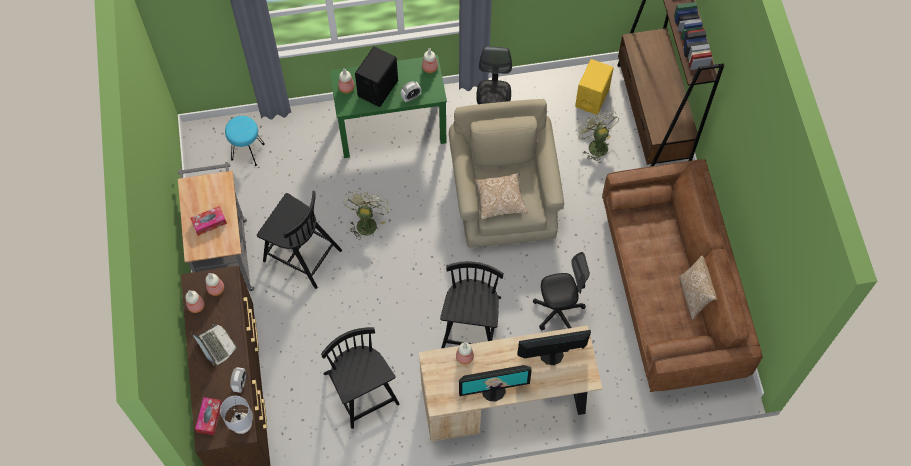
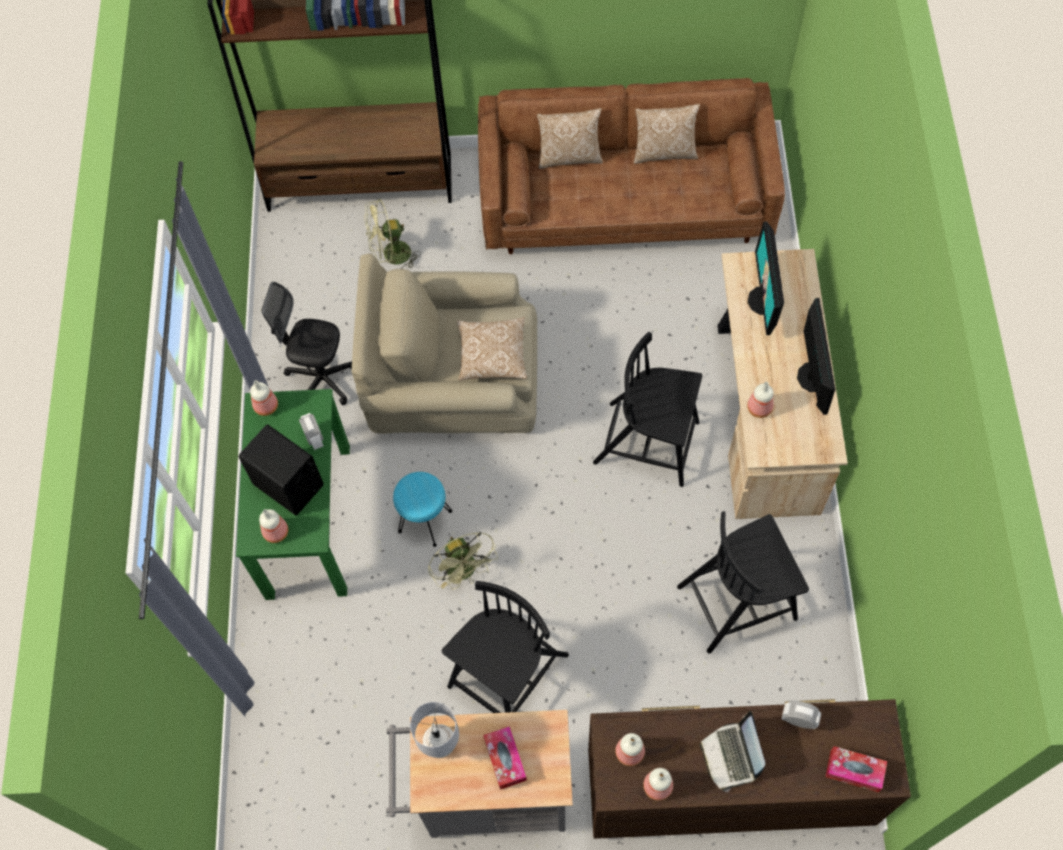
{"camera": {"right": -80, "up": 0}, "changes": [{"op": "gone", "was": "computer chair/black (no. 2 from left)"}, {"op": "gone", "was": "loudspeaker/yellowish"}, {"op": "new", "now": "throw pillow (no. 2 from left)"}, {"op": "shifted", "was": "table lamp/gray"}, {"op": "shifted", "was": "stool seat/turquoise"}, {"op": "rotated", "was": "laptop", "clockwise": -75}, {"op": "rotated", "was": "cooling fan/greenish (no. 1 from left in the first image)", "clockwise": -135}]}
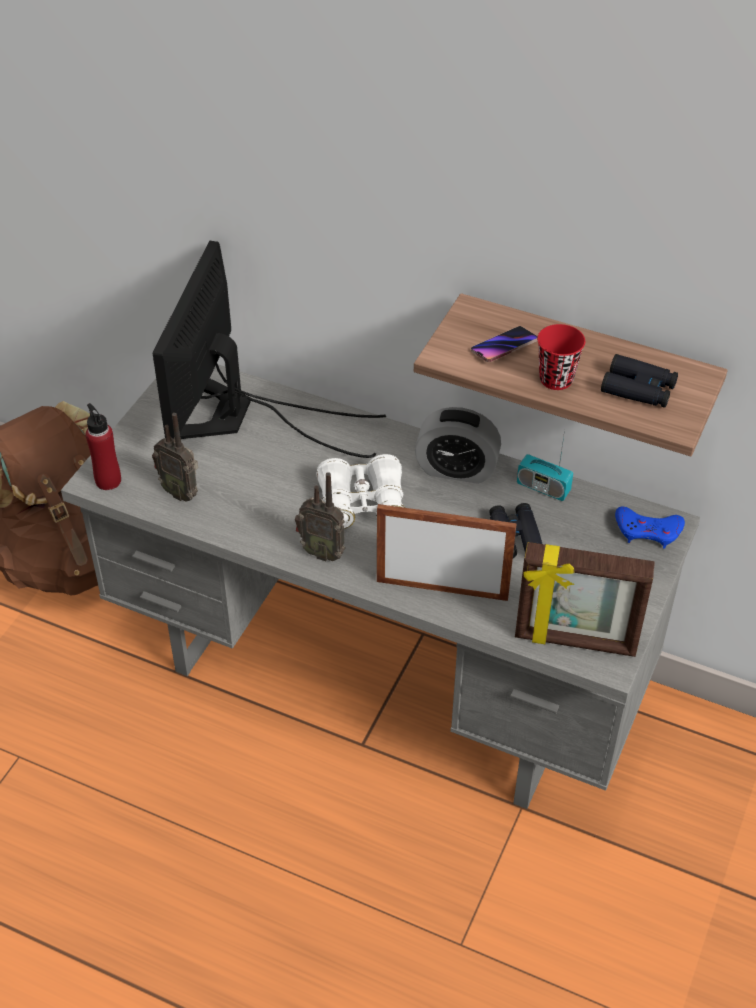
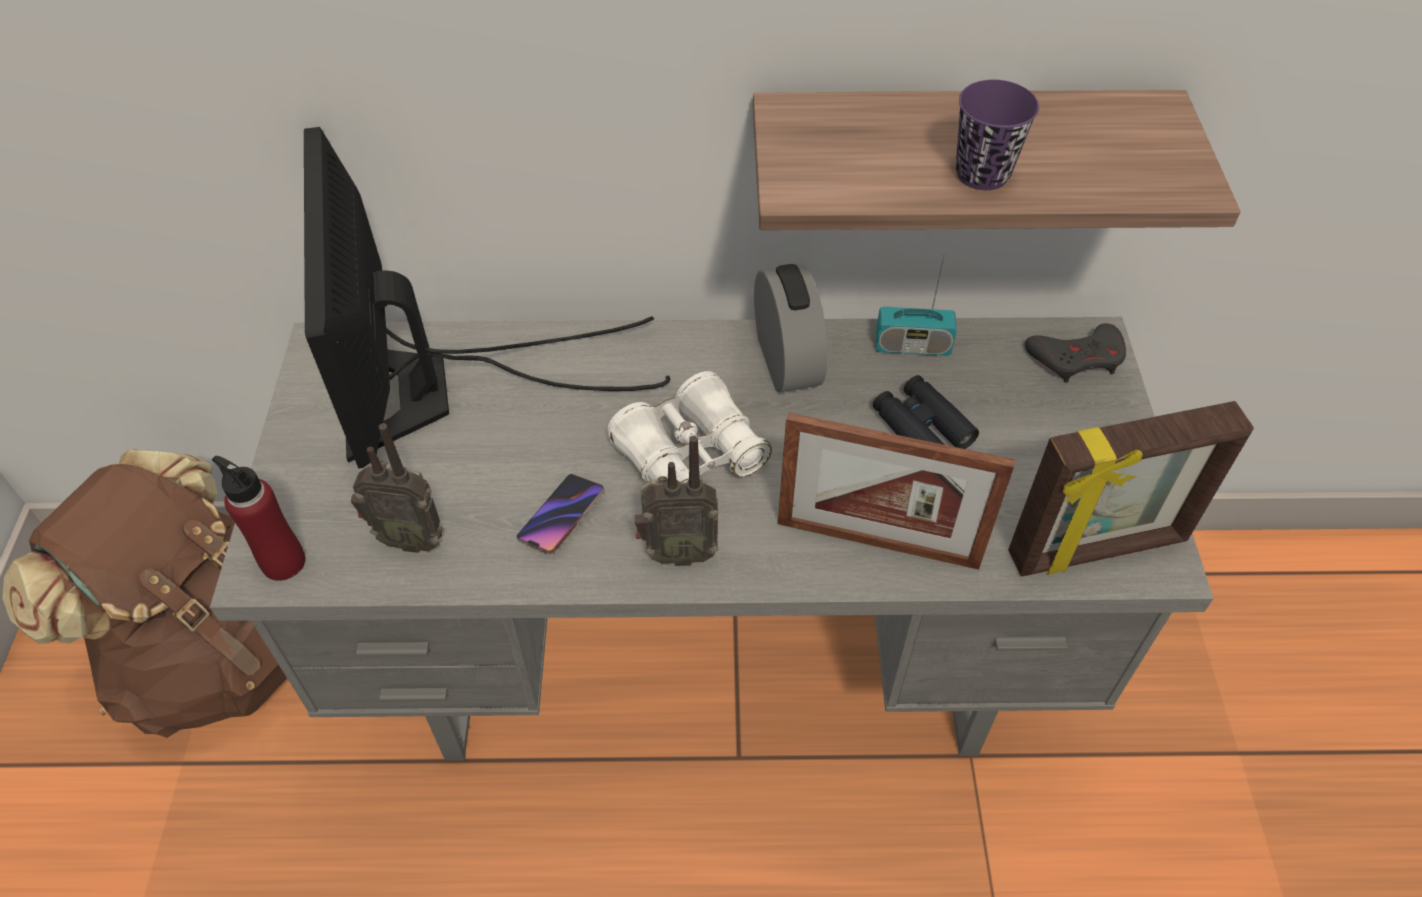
{"camera": {"right": -25, "up": 5}, "changes": [{"op": "gone", "was": "pair of binoculars/black (no. 2 from left)"}, {"op": "shifted", "was": "phone"}, {"op": "repainted", "was": "cup/red-coloured", "now": "cup/purple-coloured"}, {"op": "repainted", "was": "gamepad/blue", "now": "gamepad/gray"}, {"op": "rotated", "was": "standing frame (no. 1 from left)", "clockwise": -150}, {"op": "rotated", "was": "table clock", "clockwise": -90}]}
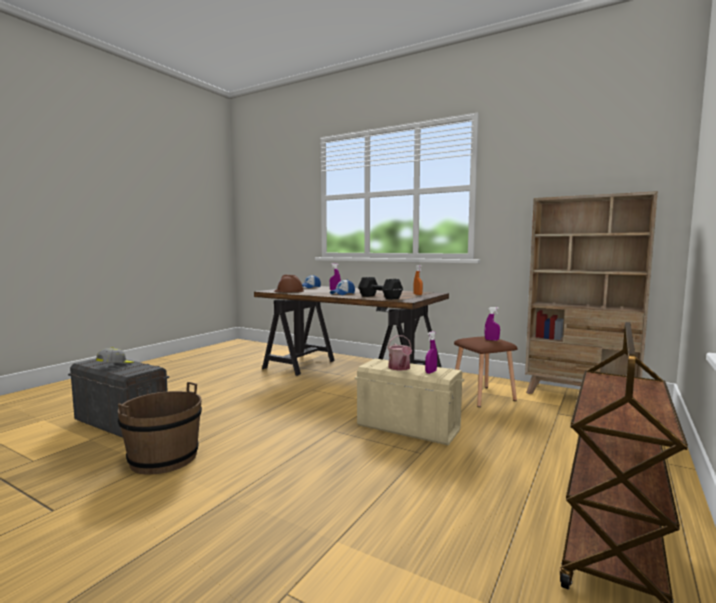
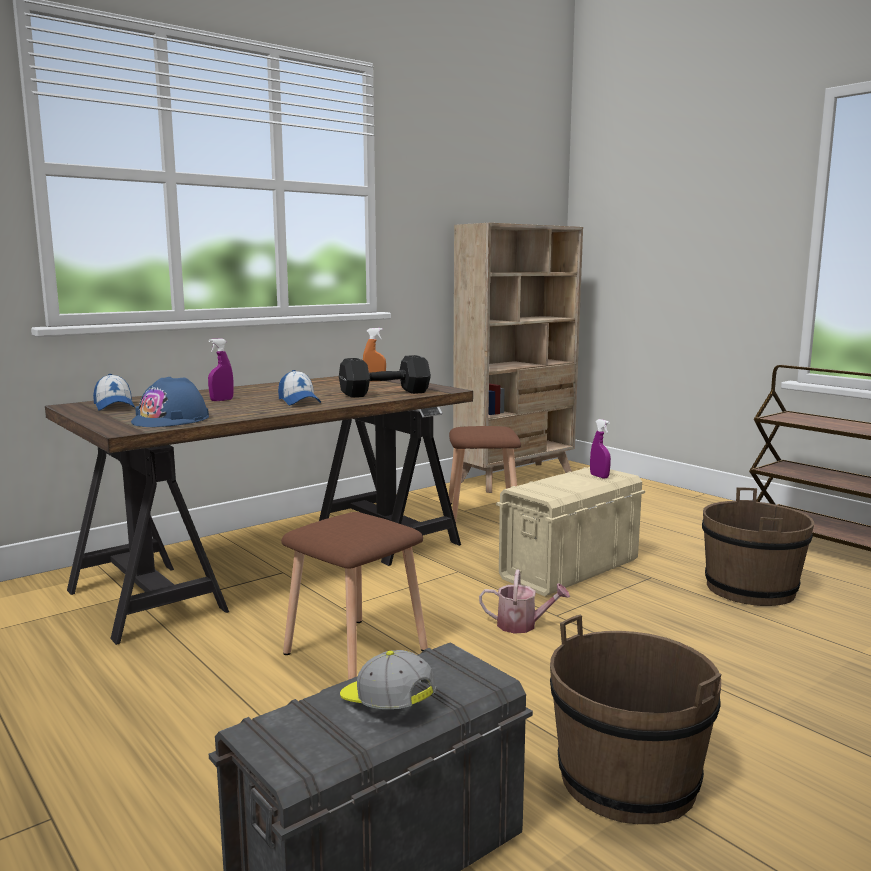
{"camera": {"right": -70, "up": 5}, "changes": [{"op": "gone", "was": "sprayer/purple-coloured (no. 3 from left)"}, {"op": "new", "now": "stool seat/brown-coloured (no. 1 from left)"}, {"op": "new", "now": "pail/brown-coloured (no. 2 from left)"}, {"op": "shifted", "was": "watering pot"}, {"op": "repainted", "was": "work helmet/brown-coloured", "now": "work helmet/blue"}]}
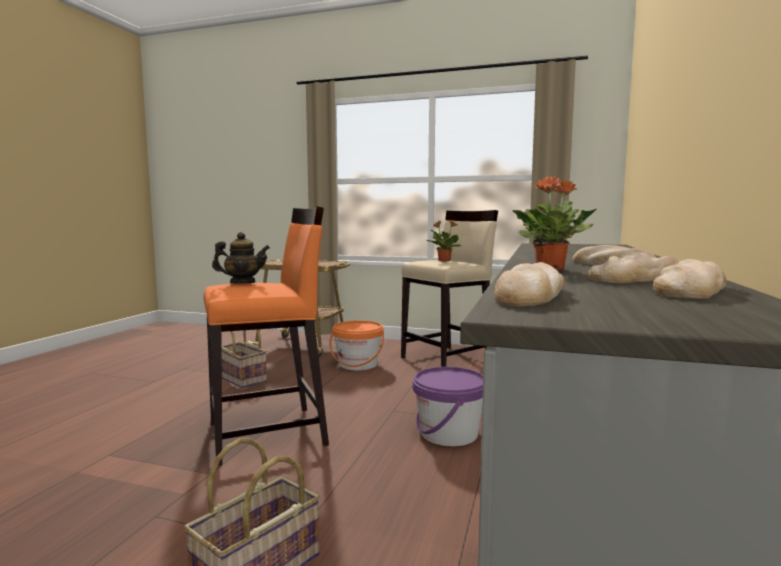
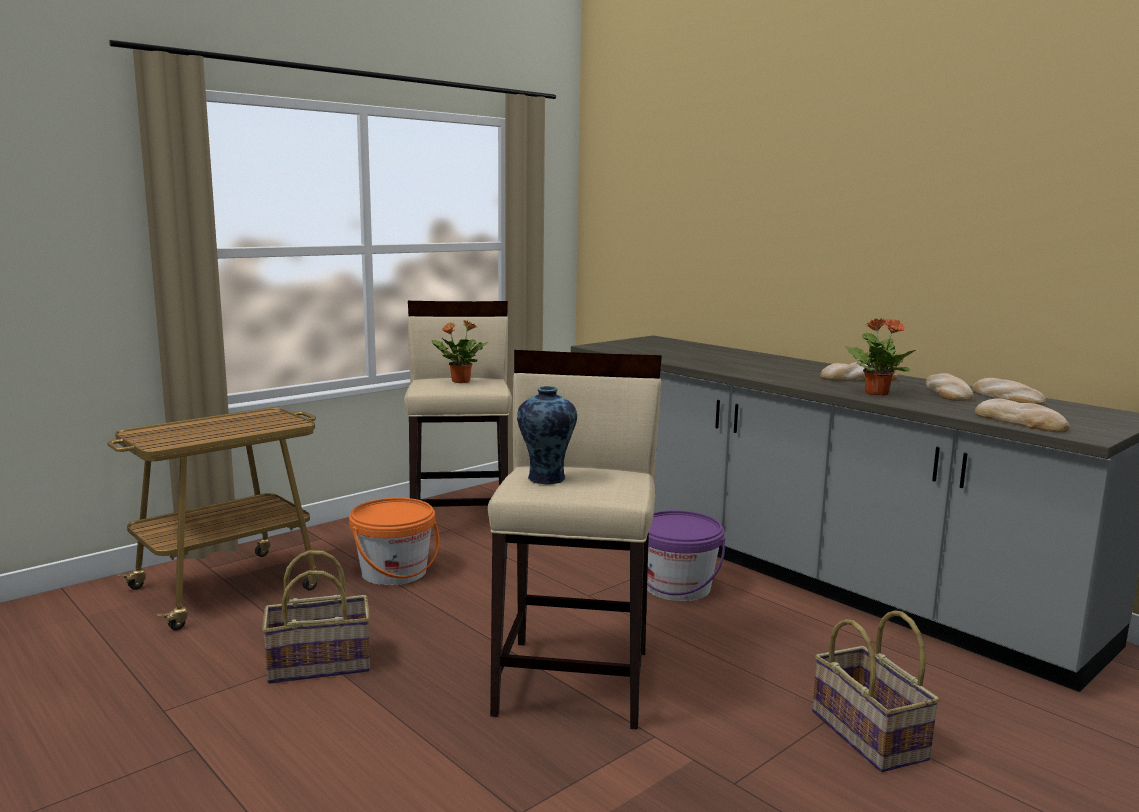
{"camera": {"right": -60, "up": 5}, "changes": [{"op": "swapped", "was": "pot for tea", "now": "vase"}, {"op": "repainted", "was": "stool seat/orange", "now": "stool seat/beige (no. 2 from left)"}]}
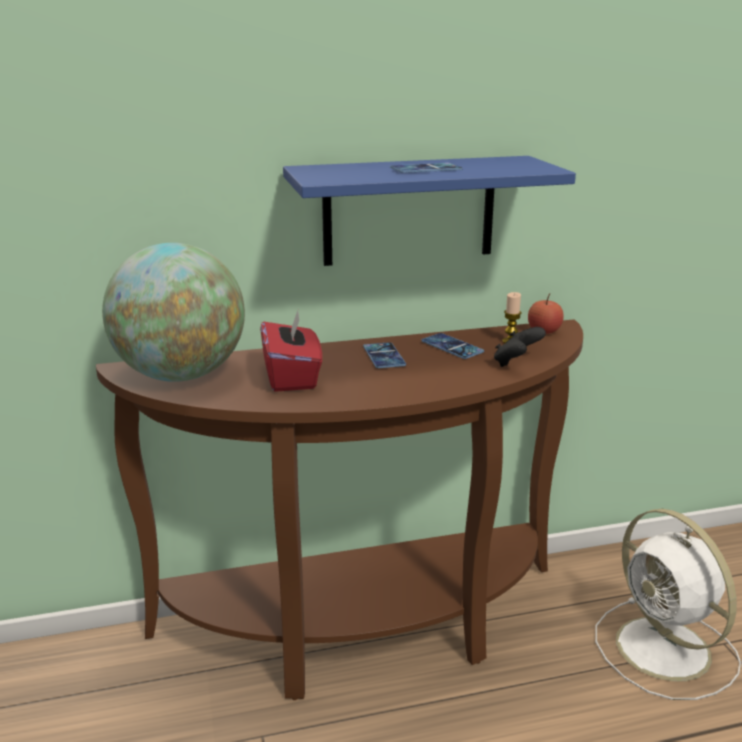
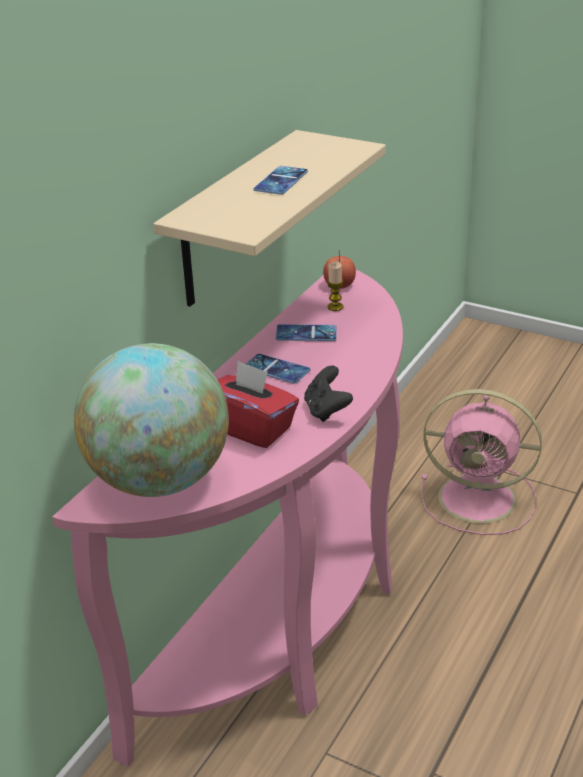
{"camera": {"right": -45, "up": 10}, "changes": [{"op": "shifted", "was": "gamepad/black"}, {"op": "repainted", "was": "narrow table/brown-coloured", "now": "narrow table/pink-coloured"}, {"op": "repainted", "was": "wall shelf/blue", "now": "wall shelf/beige"}, {"op": "repainted", "was": "cooling fan/whitish", "now": "cooling fan/pink-coloured"}]}
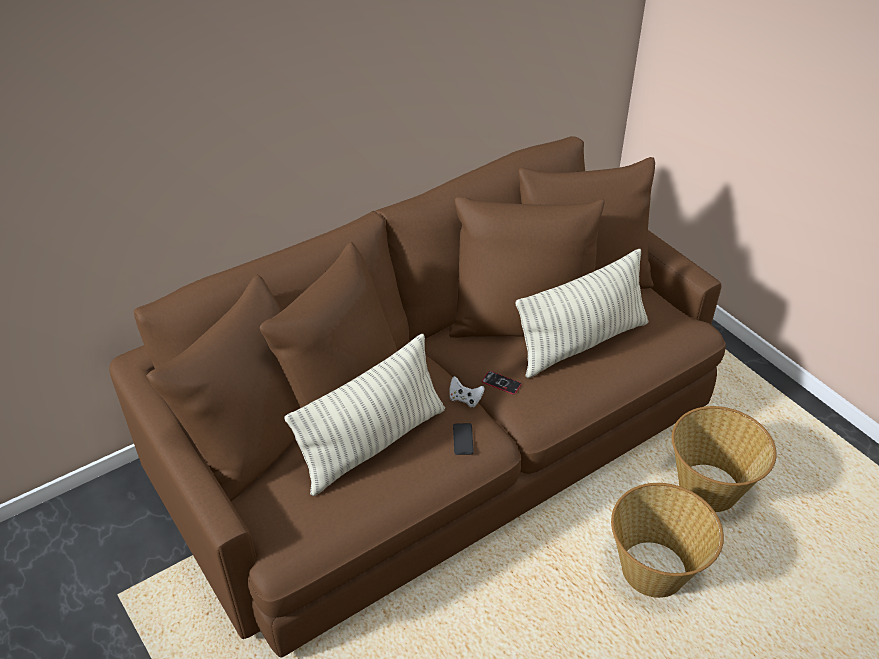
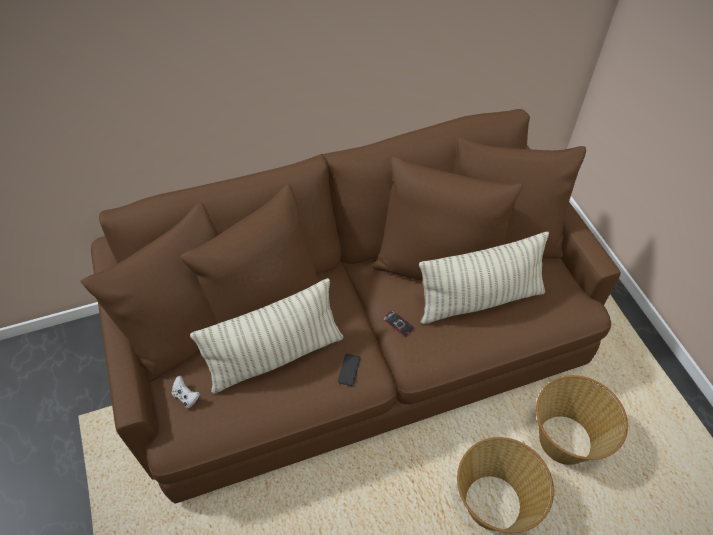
{"camera": {"right": 15, "up": 10}, "changes": [{"op": "shifted", "was": "gamepad/whitish"}]}
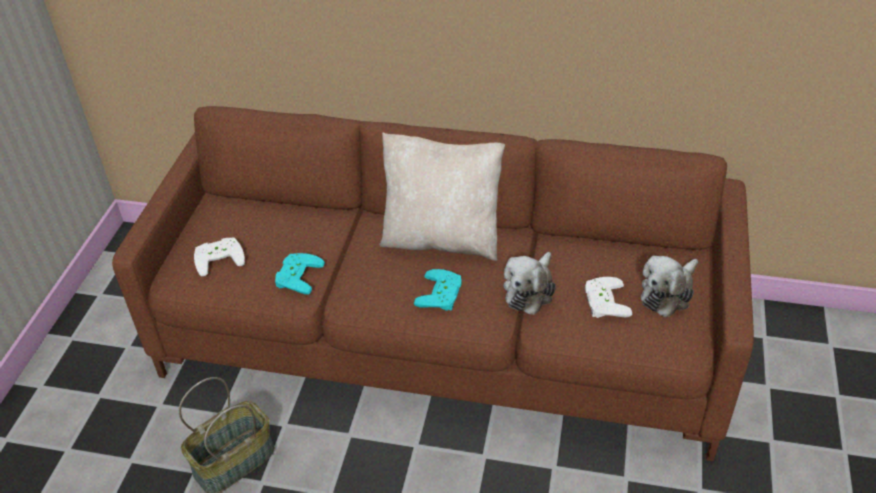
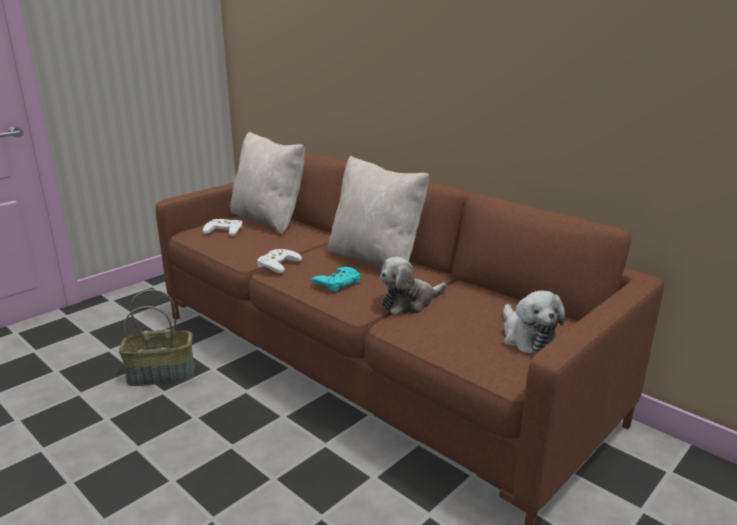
{"camera": {"right": 30, "up": -20}, "changes": [{"op": "gone", "was": "gamepad/turquoise (no. 1 from left)"}, {"op": "new", "now": "throw pillow/beige (no. 1 from left)"}, {"op": "shifted", "was": "gamepad/whitish (no. 2 from left)"}, {"op": "rotated", "was": "plush toy (no. 2 from left)", "clockwise": -90}]}
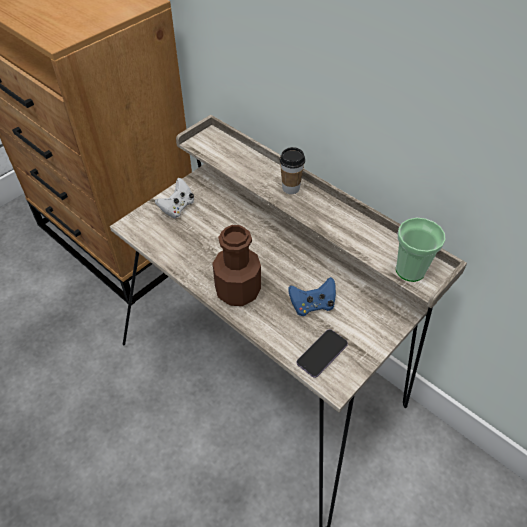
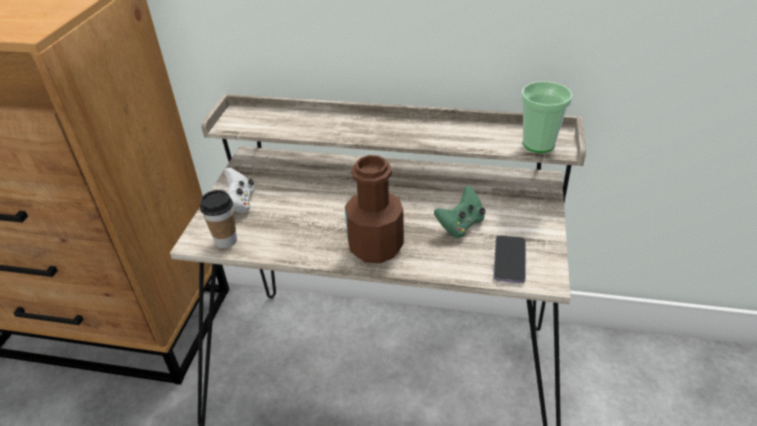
{"camera": {"right": -30, "up": -10}, "changes": [{"op": "shifted", "was": "cup (no. 1 from left)"}, {"op": "repainted", "was": "gamepad/blue", "now": "gamepad/greenish"}]}
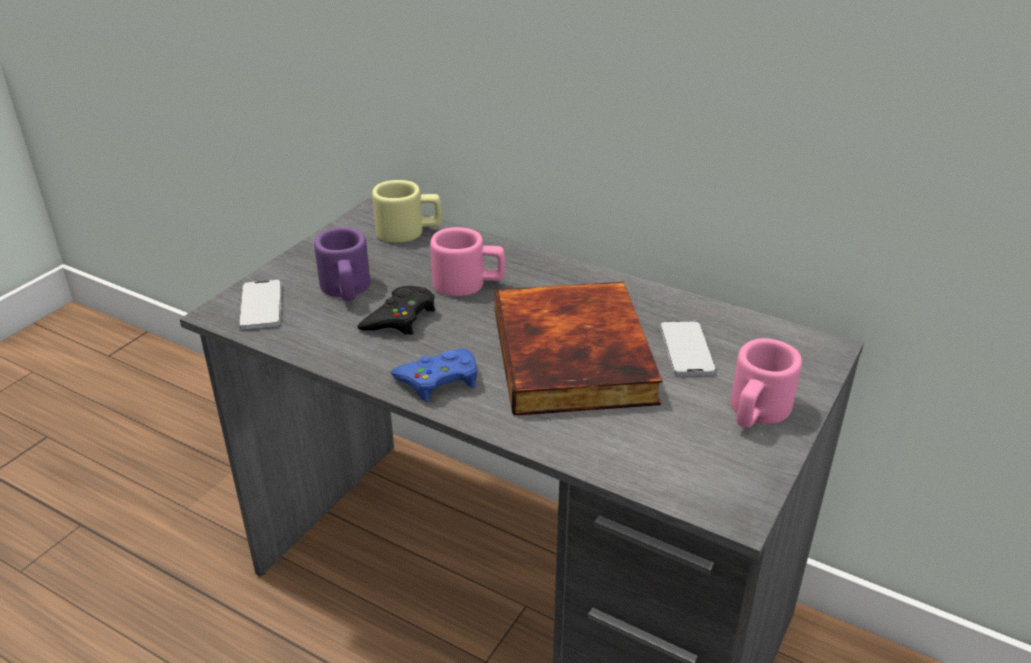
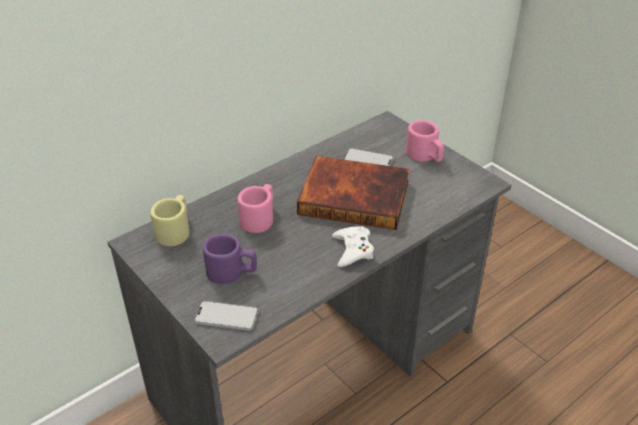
{"camera": {"right": -70, "up": 5}, "changes": [{"op": "gone", "was": "gamepad/black"}, {"op": "repainted", "was": "gamepad/blue", "now": "gamepad/whitish"}]}
